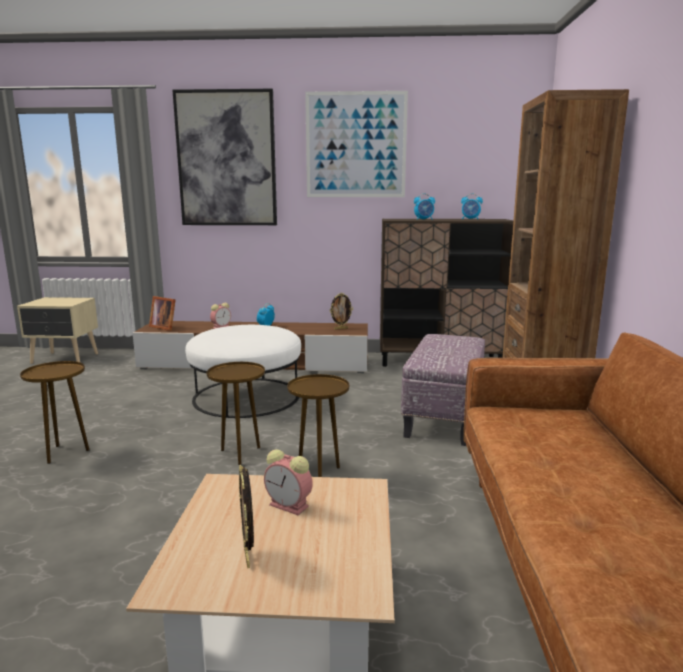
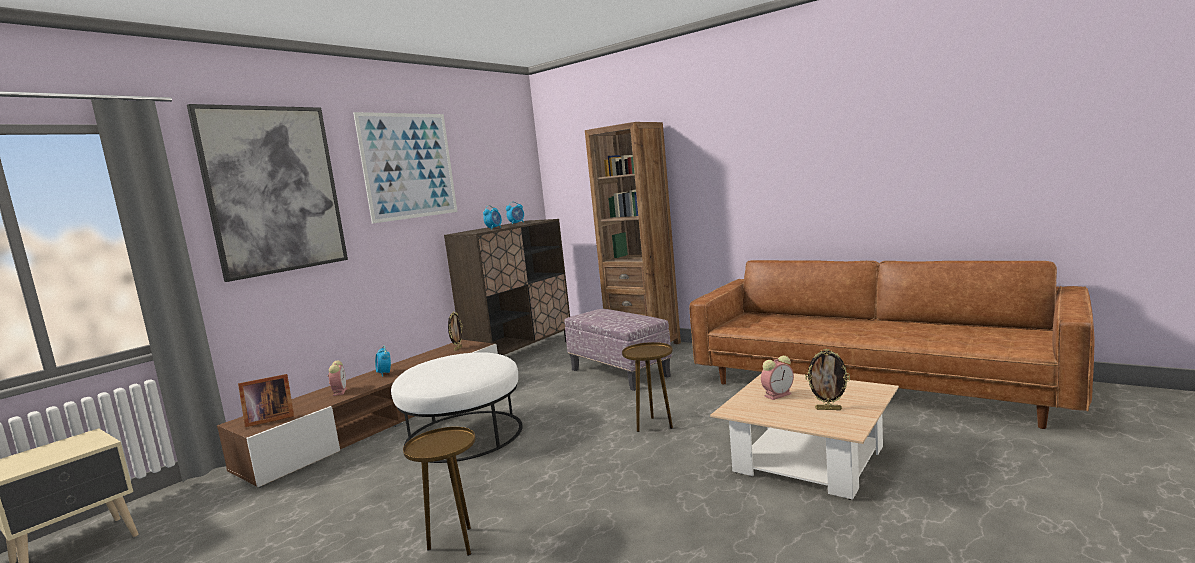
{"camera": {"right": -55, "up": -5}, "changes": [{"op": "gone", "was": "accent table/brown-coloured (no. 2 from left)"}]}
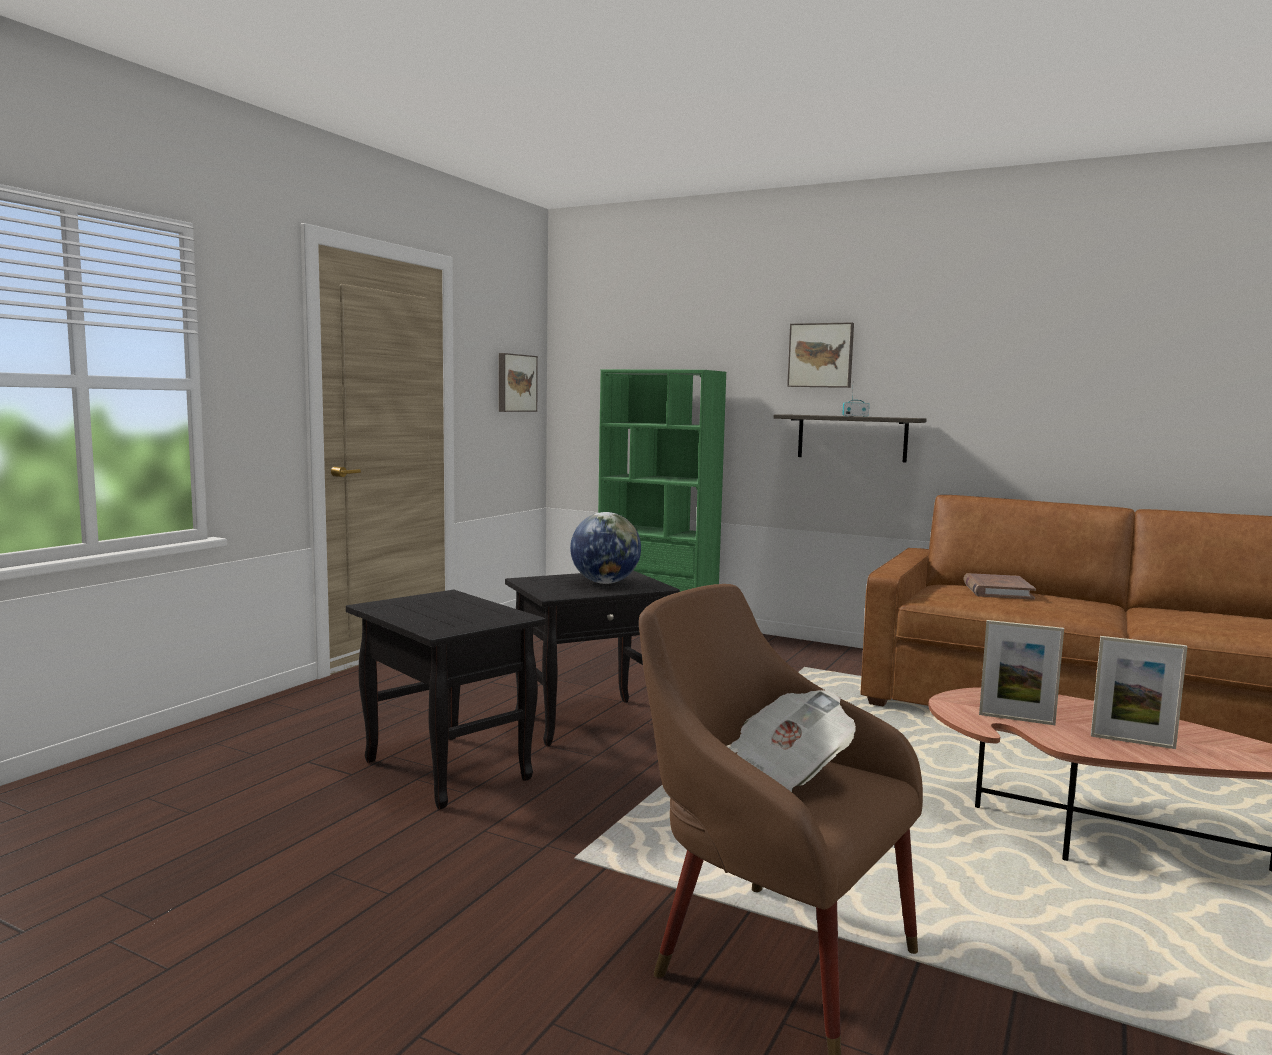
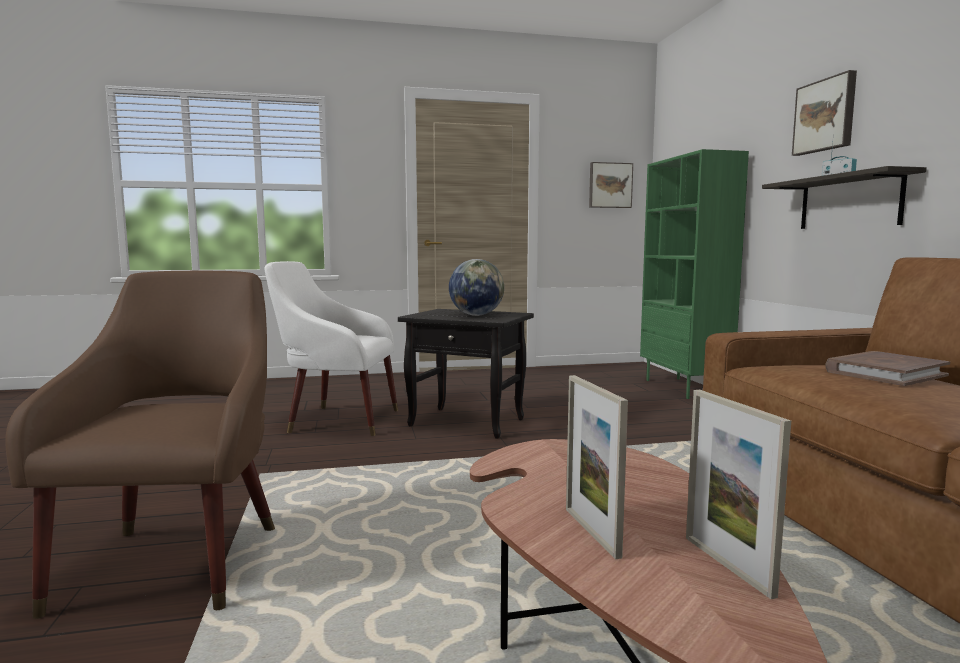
{"camera": {"right": 50, "up": 0}, "changes": [{"op": "gone", "was": "newspaper"}, {"op": "shifted", "was": "standing frame (no. 1 from left in the first image)", "now": "standing frame (no. 2 from left)"}, {"op": "swapped", "was": "accent table/black (no. 1 from left)", "now": "lounge chair/whitish"}]}
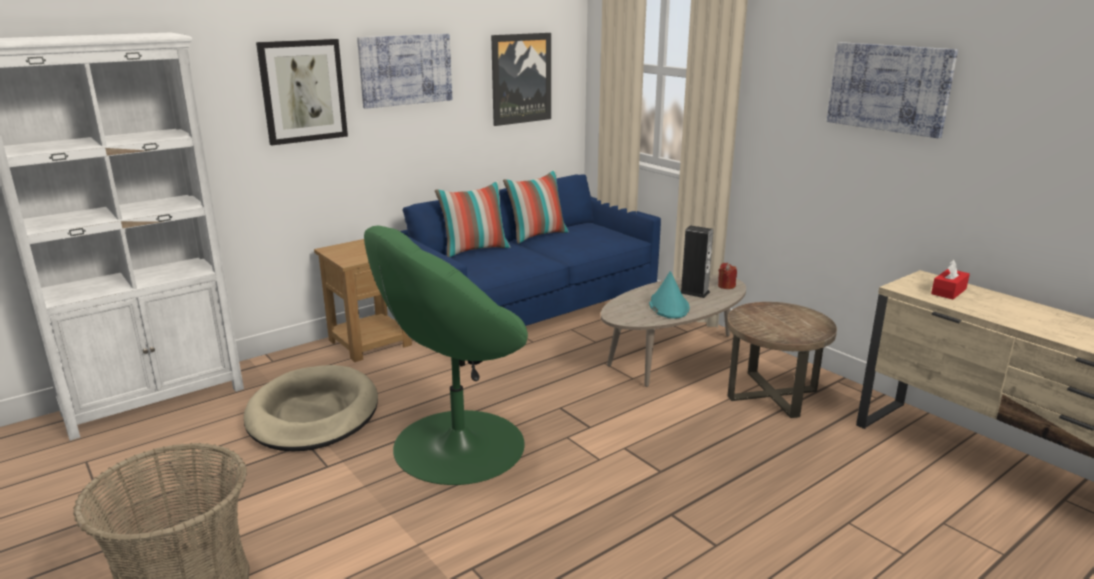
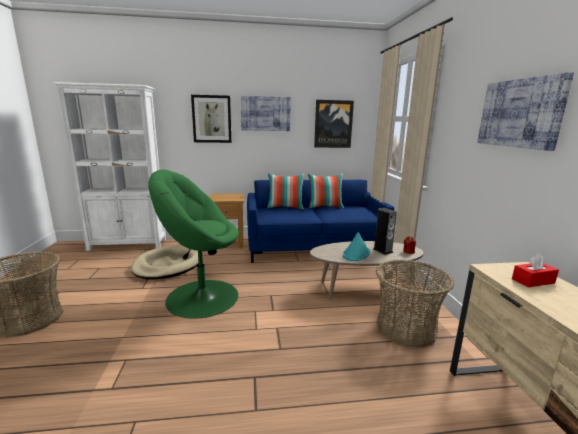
{"camera": {"right": 30, "up": -5}, "changes": [{"op": "swapped", "was": "accent table/brown-coloured (no. 2 from left)", "now": "basket (no. 2 from left)"}]}
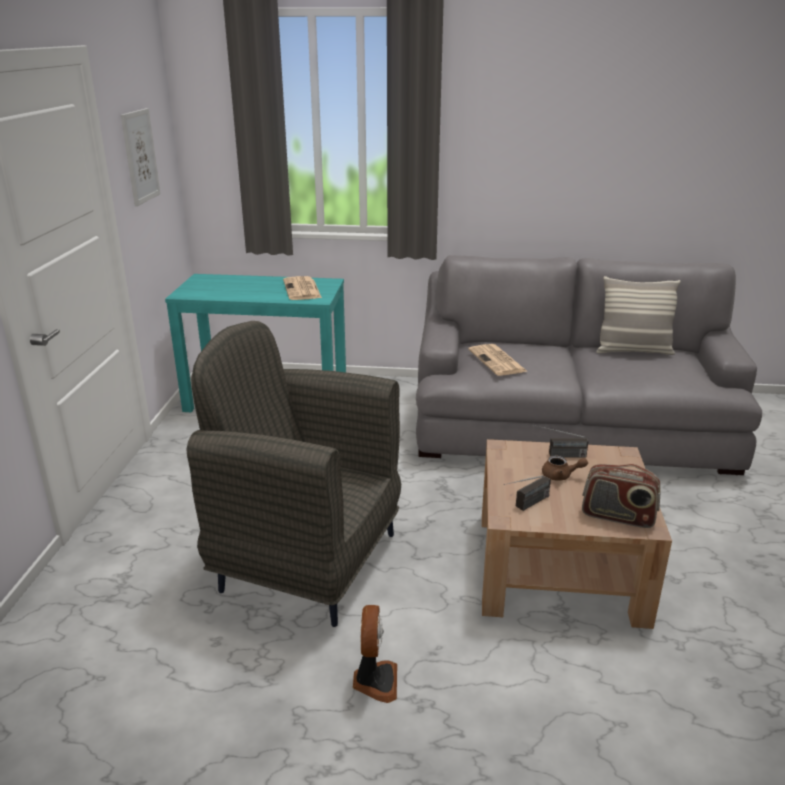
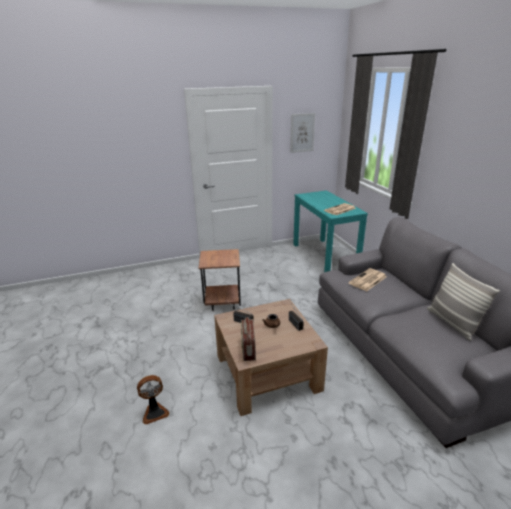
{"camera": {"right": 65, "up": 0}, "changes": [{"op": "shifted", "was": "cooling fan"}, {"op": "swapped", "was": "lounge chair/gray", "now": "accent table/brown-coloured"}]}
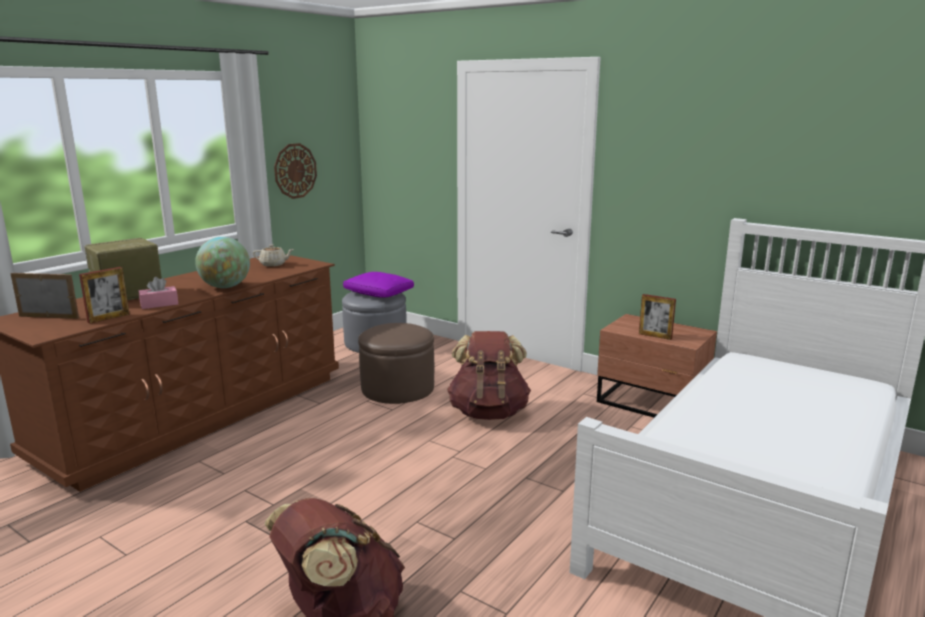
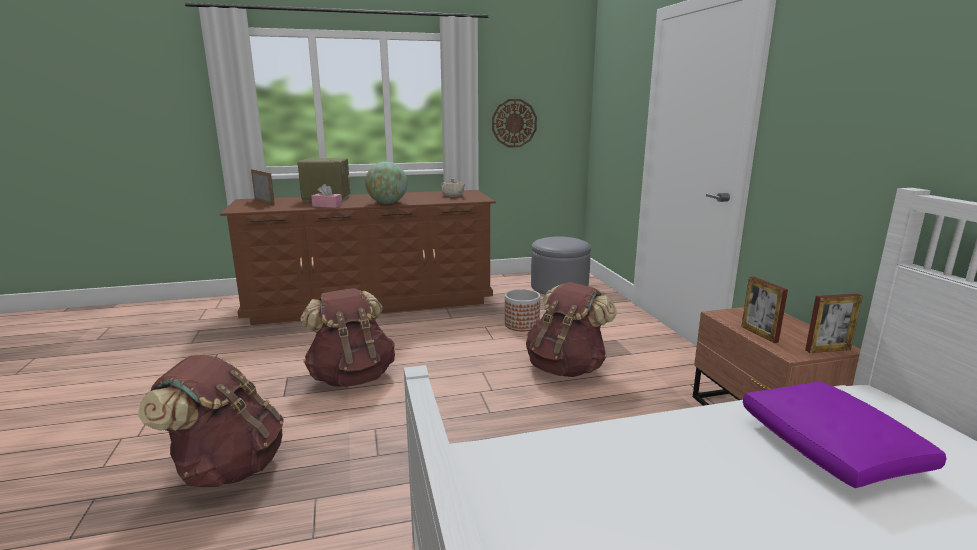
{"camera": {"right": 40, "up": 0}, "changes": [{"op": "new", "now": "rucksack/brown-coloured (no. 2 from left)"}, {"op": "shifted", "was": "standing frame (no. 2 from left in the first image)", "now": "standing frame (no. 3 from left)"}, {"op": "shifted", "was": "throw pillow/purple-coloured"}, {"op": "swapped", "was": "pouffe/brown-coloured", "now": "planter"}]}
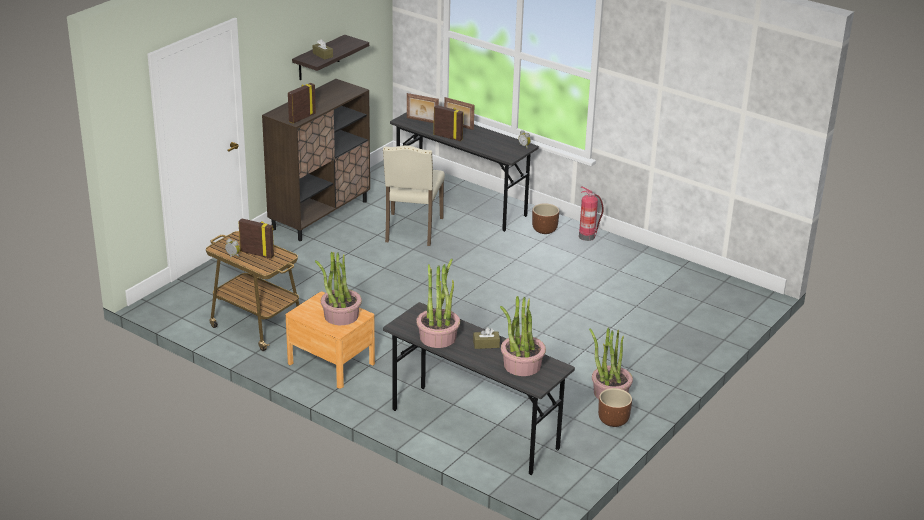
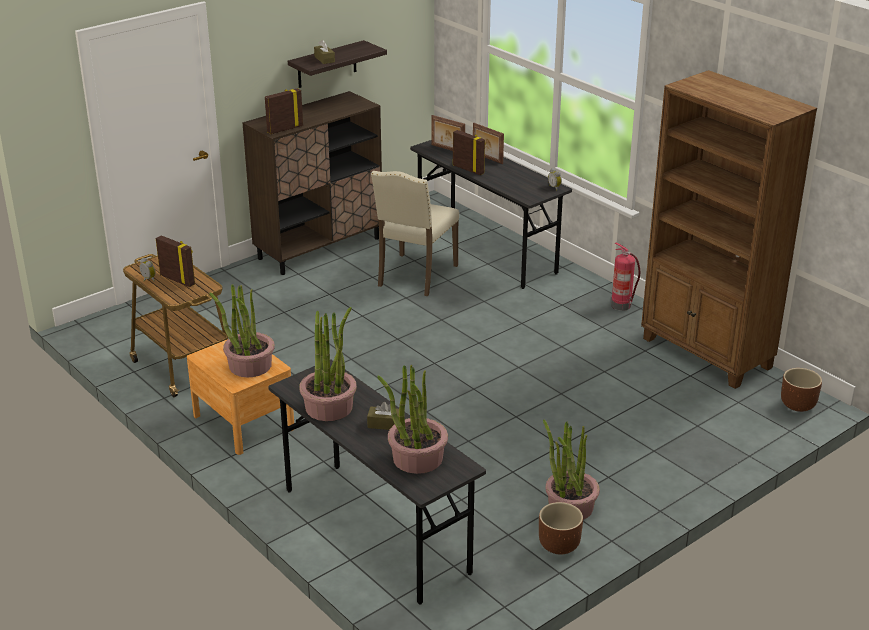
{"camera": {"right": 15, "up": 0}, "changes": [{"op": "new", "now": "shelving unit/brown-coloured"}, {"op": "shifted", "was": "planter/brown-coloured (no. 1 from left in the first image)", "now": "planter/brown-coloured (no. 2 from left)"}]}
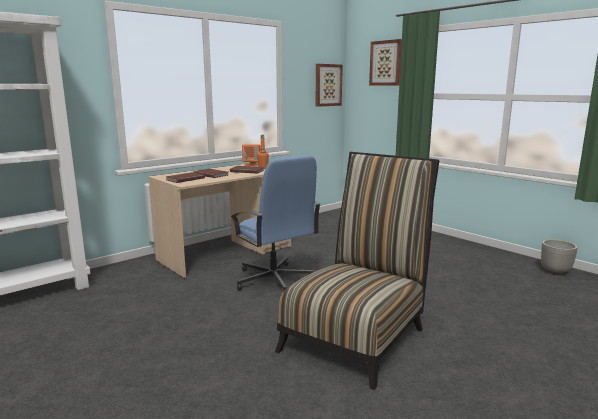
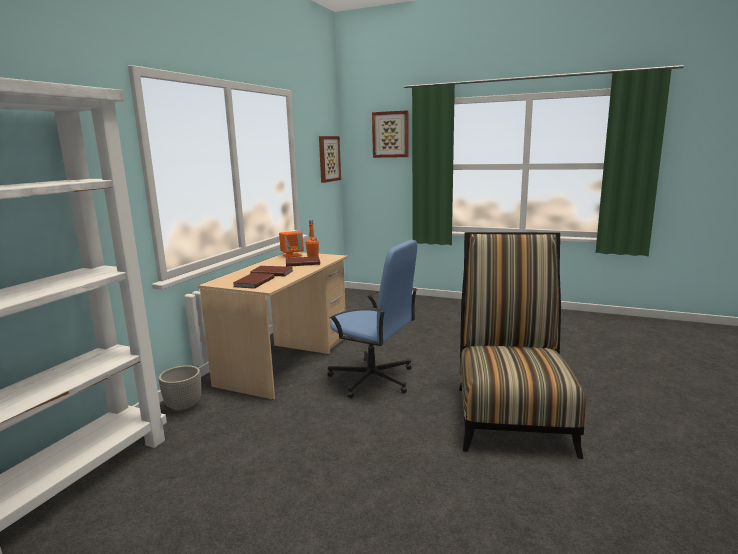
{"camera": {"right": -25, "up": 0}, "changes": [{"op": "shifted", "was": "planter"}]}
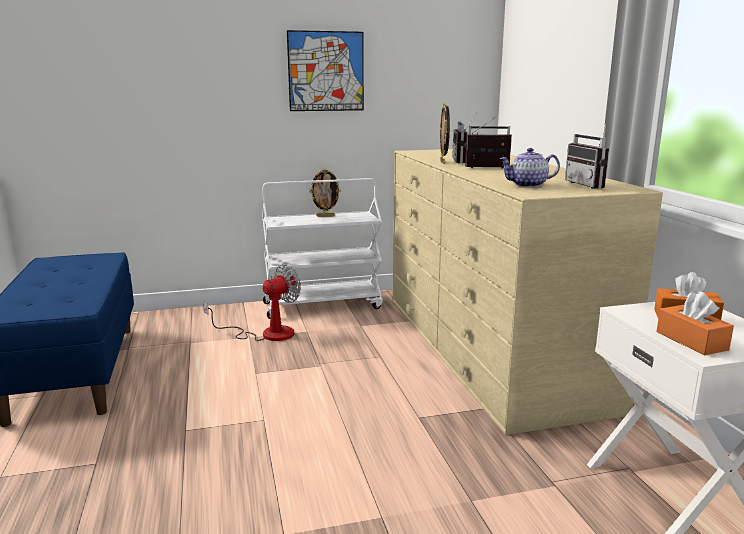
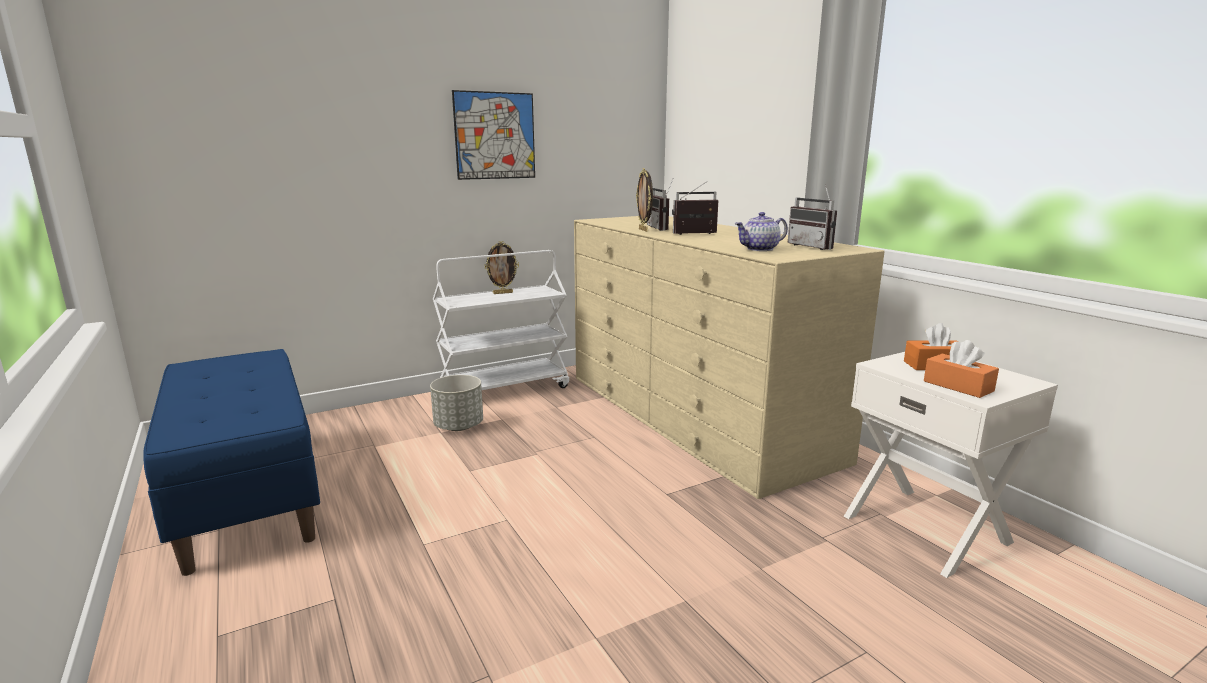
{"camera": {"right": -15, "up": 0}, "changes": [{"op": "swapped", "was": "cooling fan", "now": "planter/gray"}]}
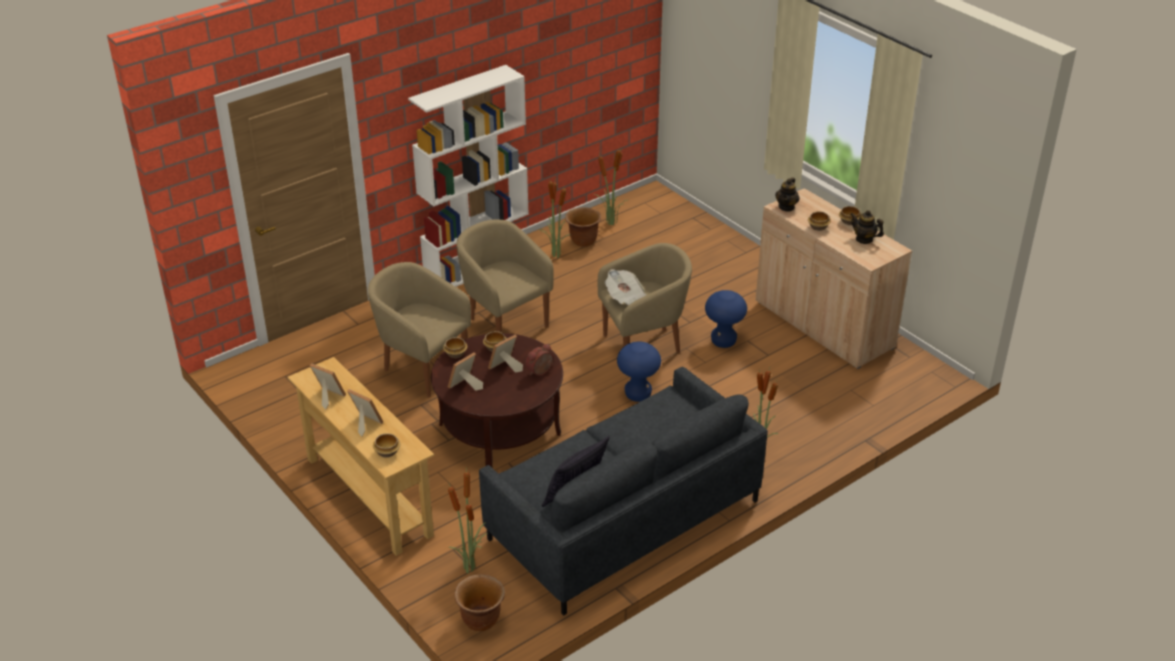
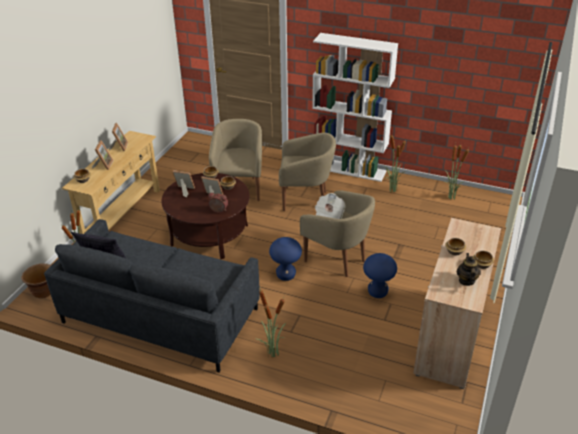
{"camera": {"right": 60, "up": 0}, "changes": [{"op": "gone", "was": "planter/brown-coloured (no. 2 from left)"}, {"op": "gone", "was": "pot for tea (no. 1 from left)"}, {"op": "rotated", "was": "lounge chair/beige (no. 2 from left)", "clockwise": 75}]}
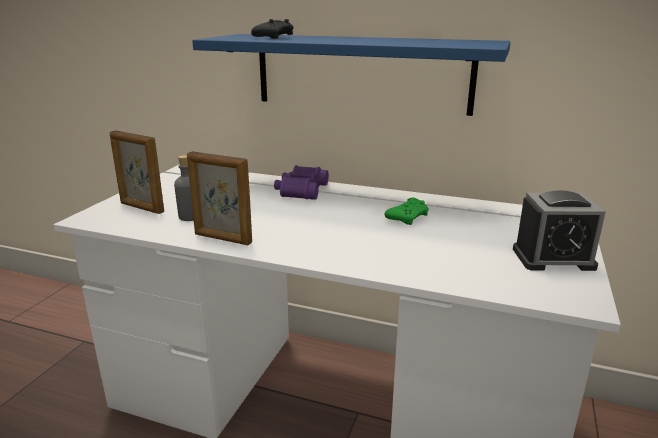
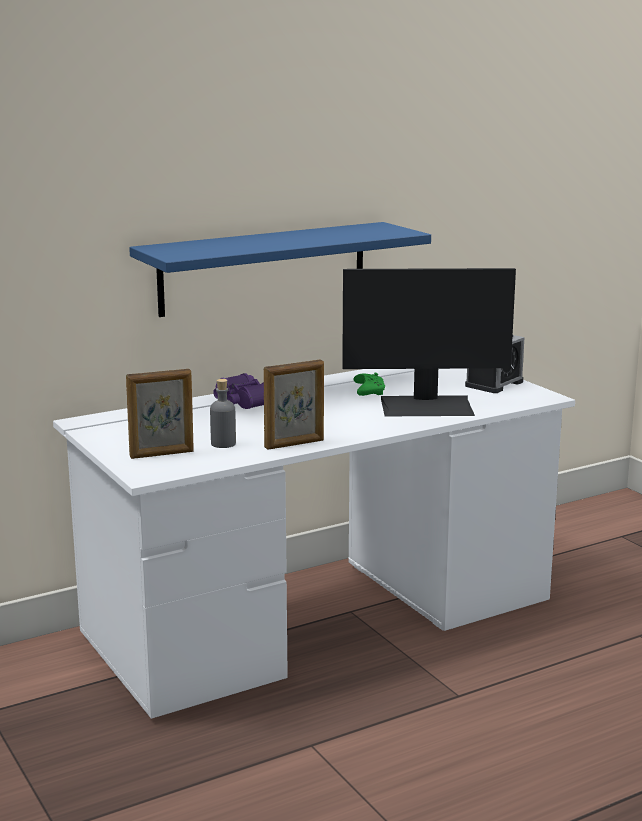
{"camera": {"right": -50, "up": -5}, "changes": [{"op": "gone", "was": "gamepad/black"}, {"op": "new", "now": "computer screen"}]}
